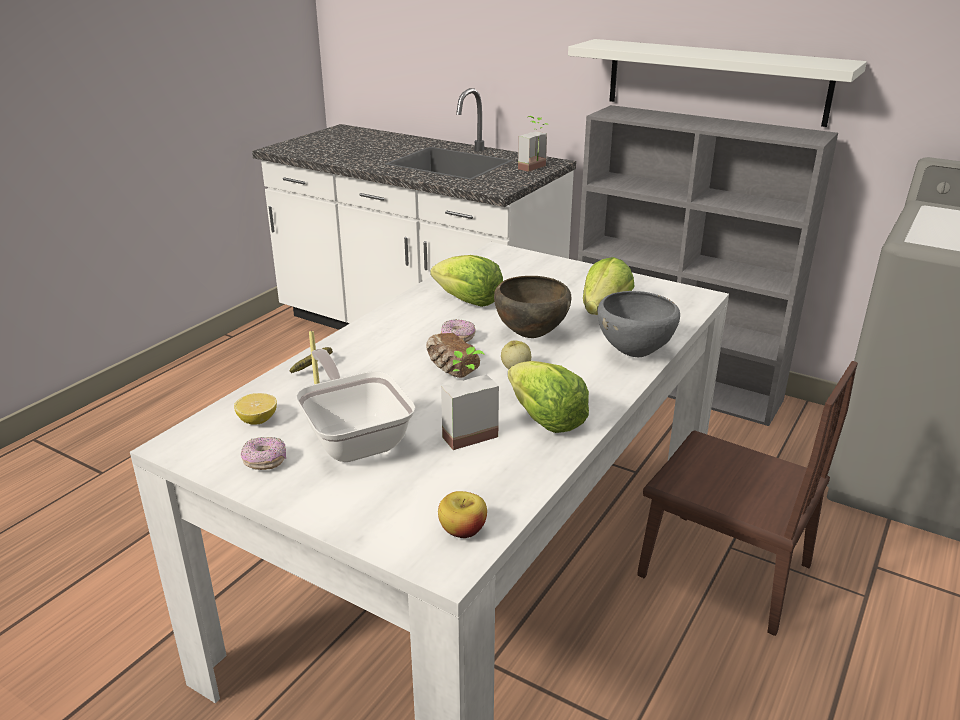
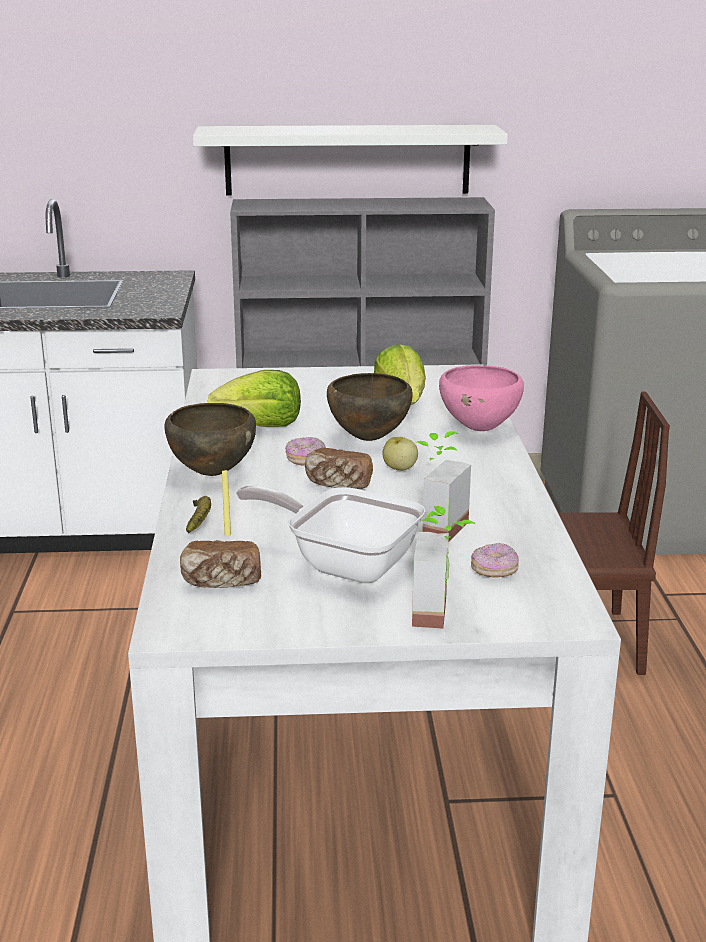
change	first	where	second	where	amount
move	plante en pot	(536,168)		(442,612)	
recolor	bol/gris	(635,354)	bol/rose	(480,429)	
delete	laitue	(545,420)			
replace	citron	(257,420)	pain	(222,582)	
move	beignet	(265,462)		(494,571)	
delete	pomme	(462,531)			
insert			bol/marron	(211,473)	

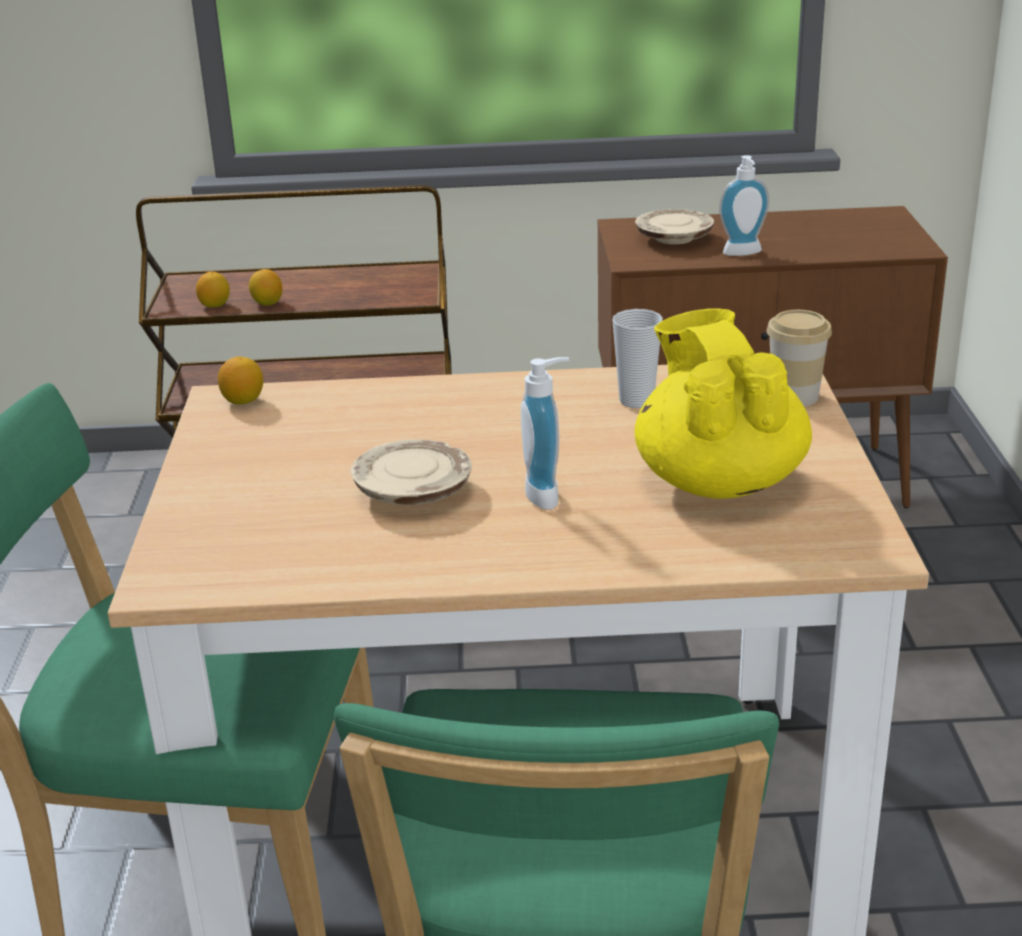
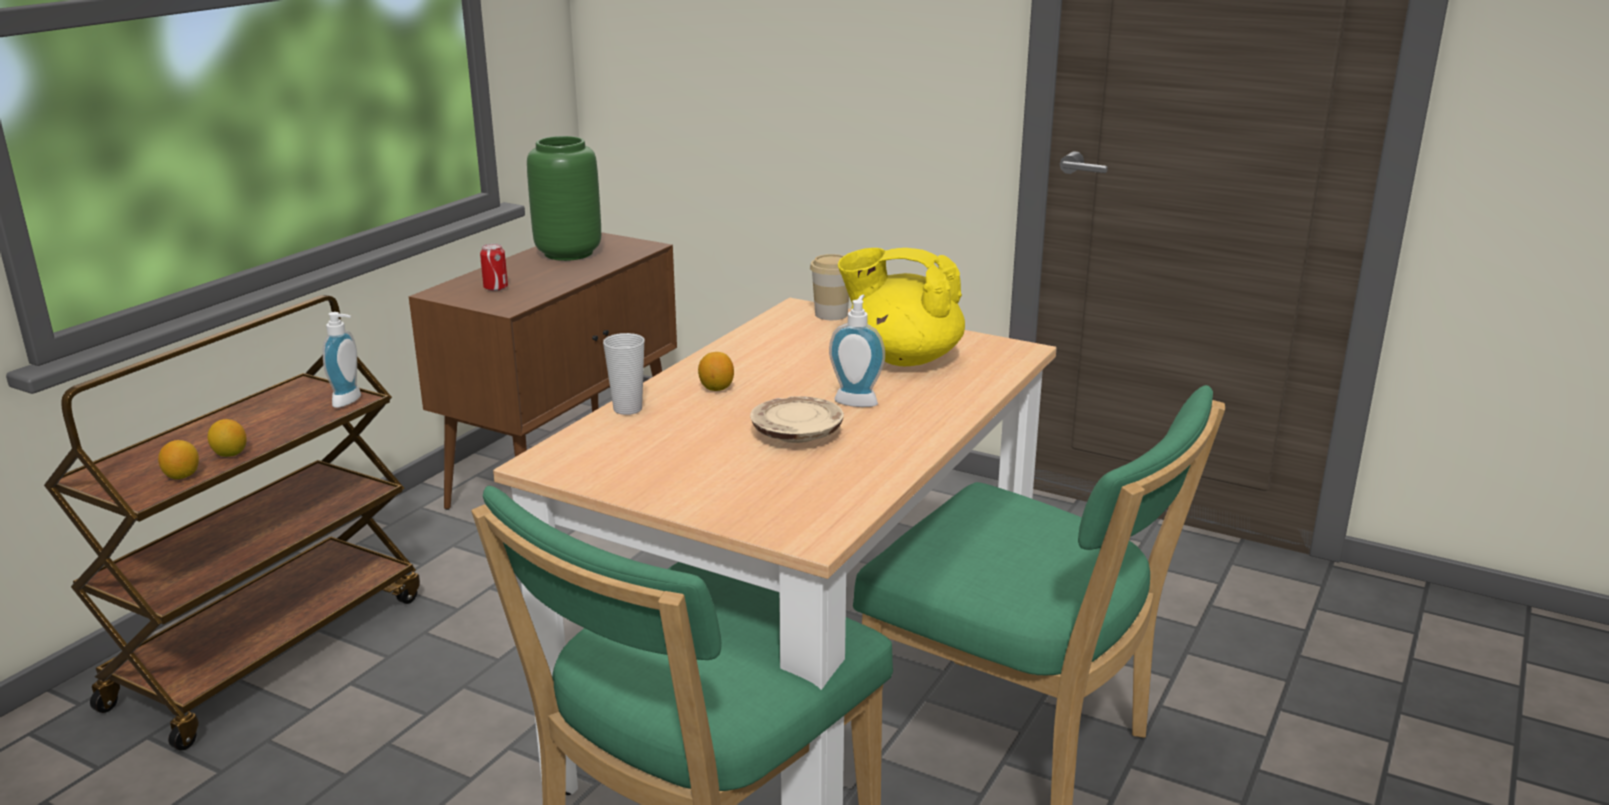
change	first	where	second	where	amount
move	distributeur de savon	(743,253)		(350,401)	
replace	assiette/beige	(673,238)	boîte métallique	(496,288)	
move	tasse	(636,401)		(628,409)	
move	citron	(243,401)		(716,388)	
insert			vase/vert	(567,254)	

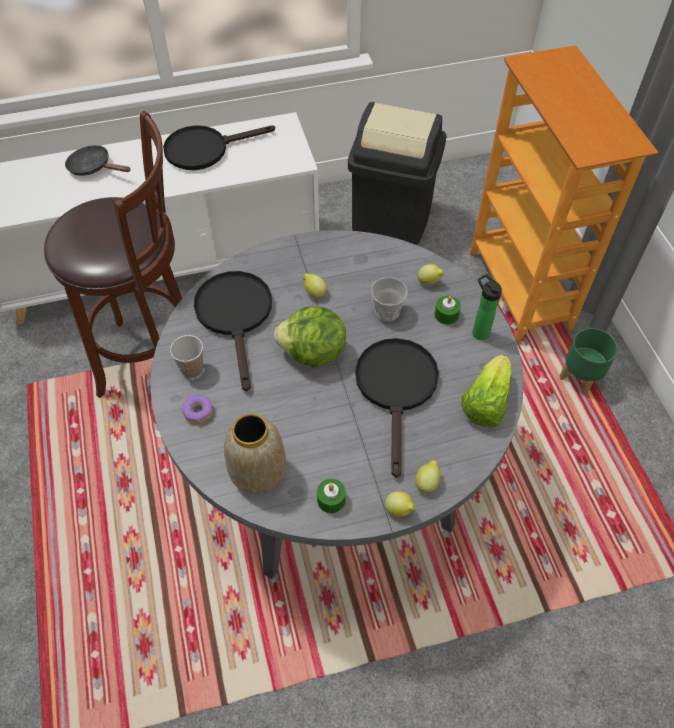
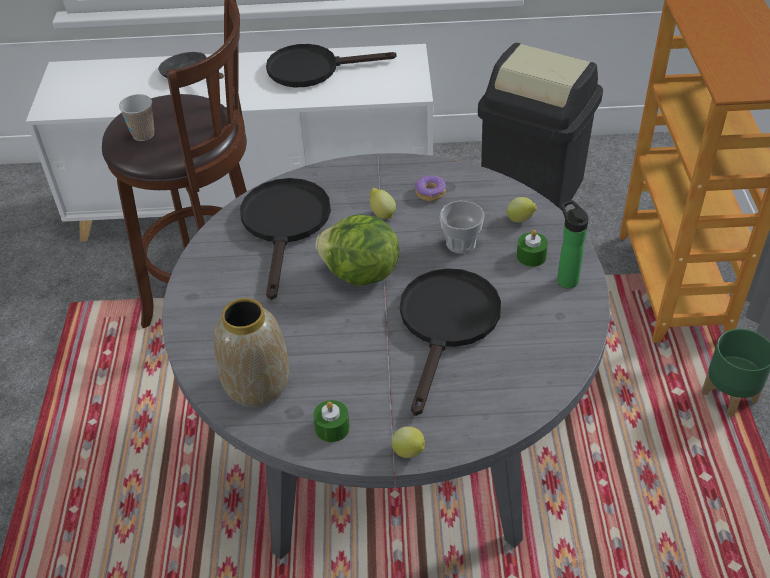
change	first	where	second	where	amount
move	tasse	(192,369)		(143,134)	
delete	laitue	(485,403)			
move	beignet	(198,412)		(430,193)	
delete	citron	(427,482)			

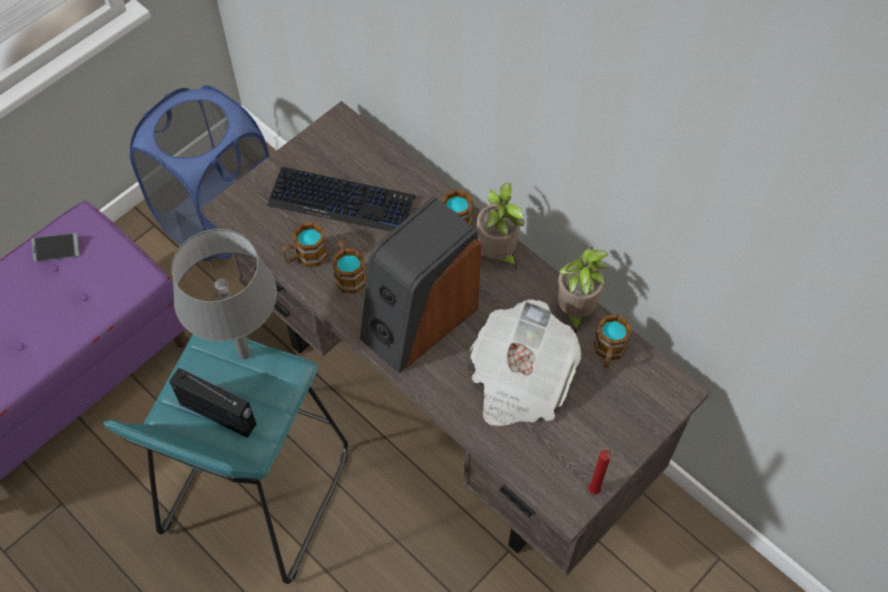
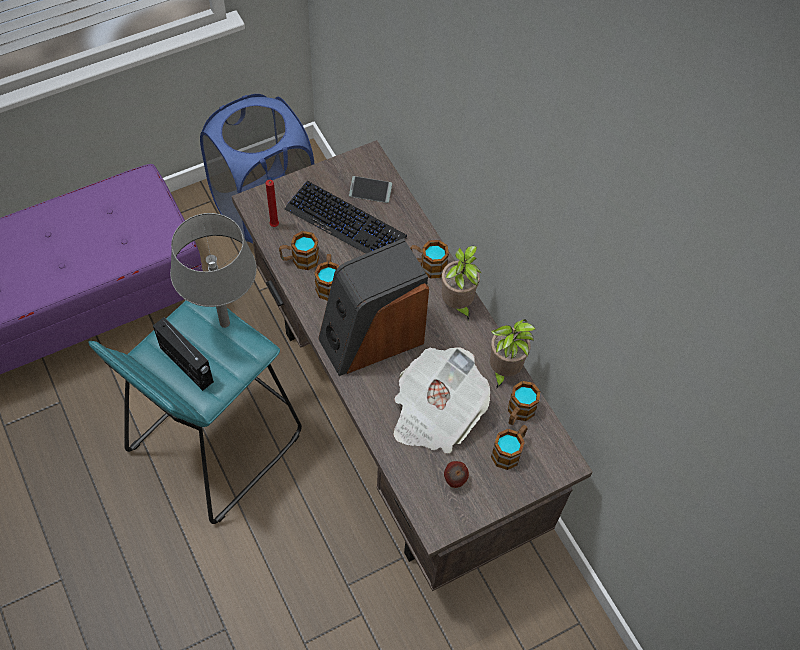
change	first	where	second	where	amount
move	téléphone	(57,250)		(370,192)	
move	bougie/rouge	(594,492)		(274,226)	
insert			mug	(509,451)	
insert			pomme	(454,480)	

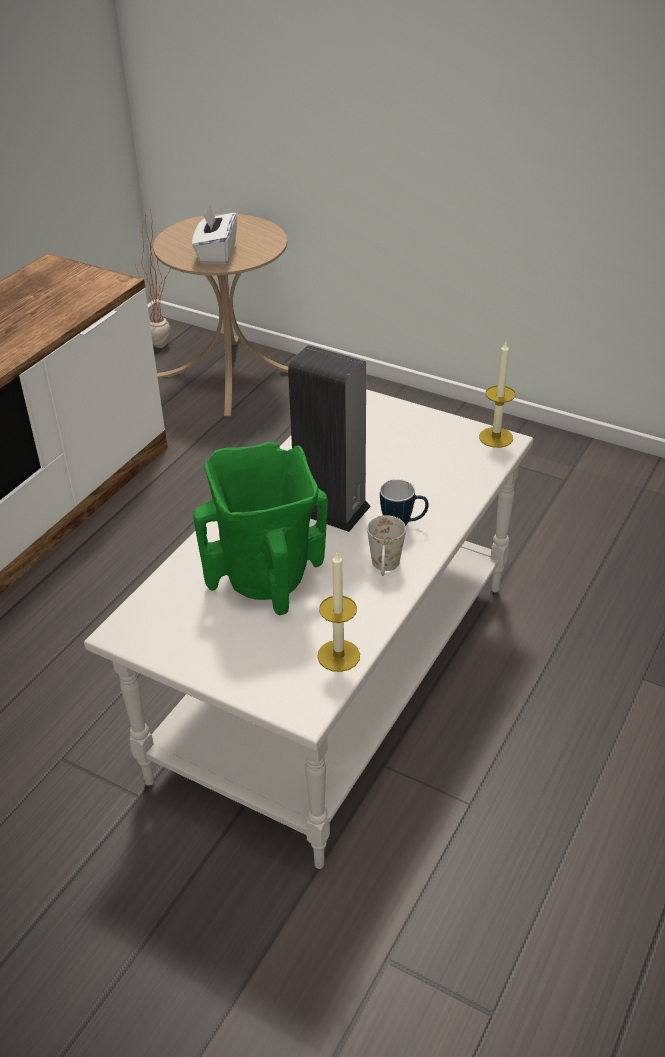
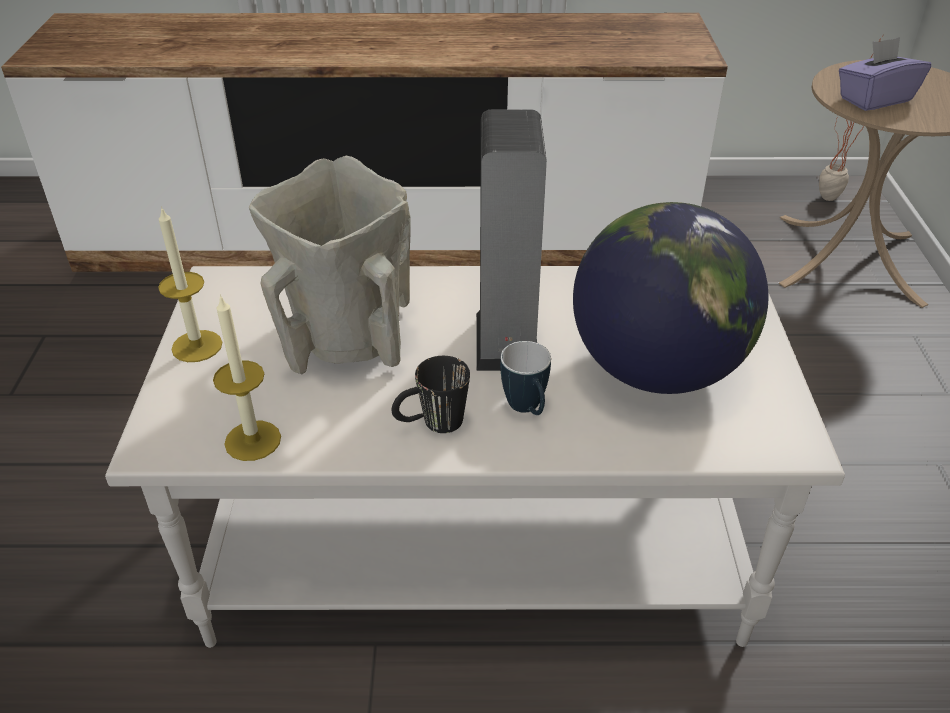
change	first	where	second	where	amount
recolor	boîte à mouchoirs/blanc	(216,253)	boîte à mouchoirs/violet	(874,99)	
move	bougie	(496,437)		(197,346)	
recolor	vase/vert	(266,581)	vase/beige	(346,341)	
recolor	mug/blanc	(385,568)	mug/noir	(431,424)	
insert			globe	(656,369)	

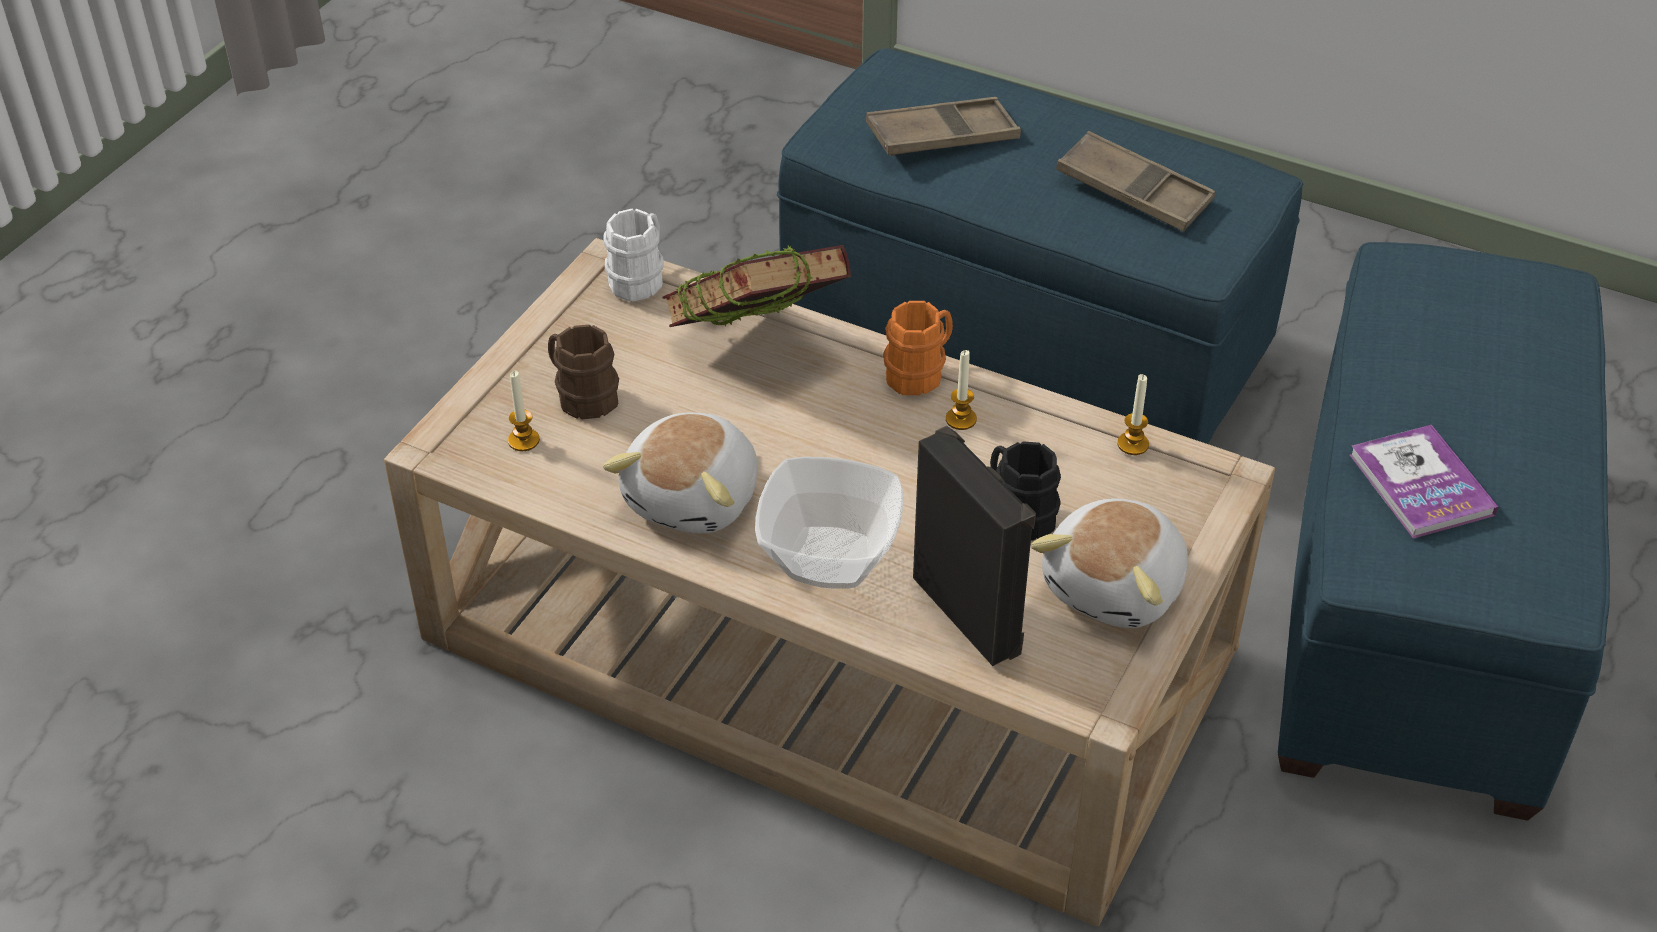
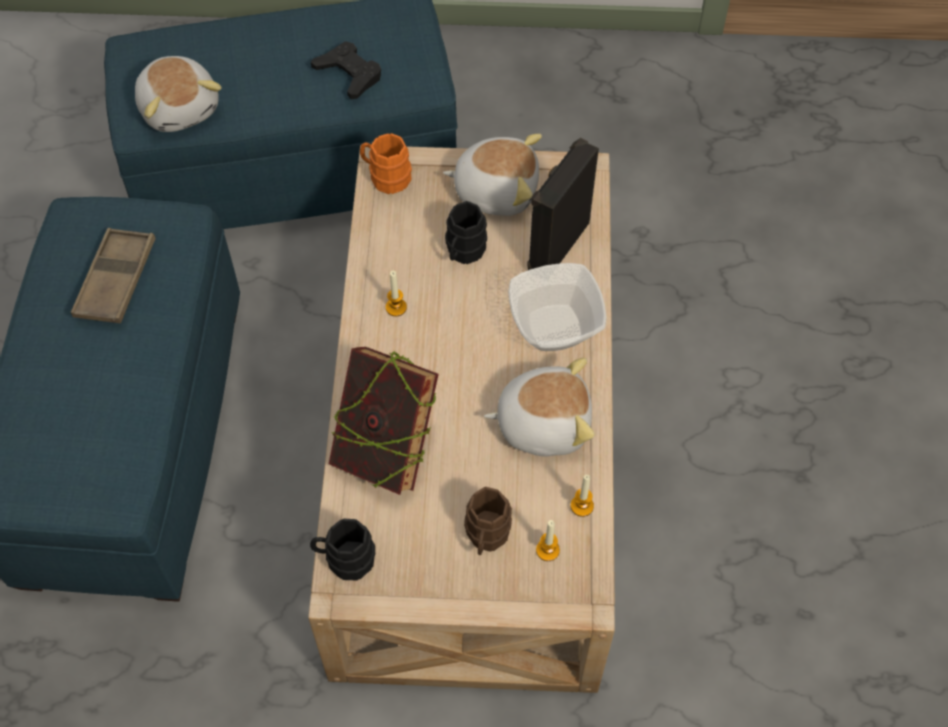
change	first	where	second	where	amount
delete	plateau/marron	(942,136)			
recolor	mug/blanc	(640,278)	mug/noir	(345,559)	
move	mug/orange	(920,372)		(385,177)	
move	bougie	(1133,444)		(582,506)	
replace	livre	(1421,484)	manette/noir	(349,74)	
insert			peluche	(180,107)	

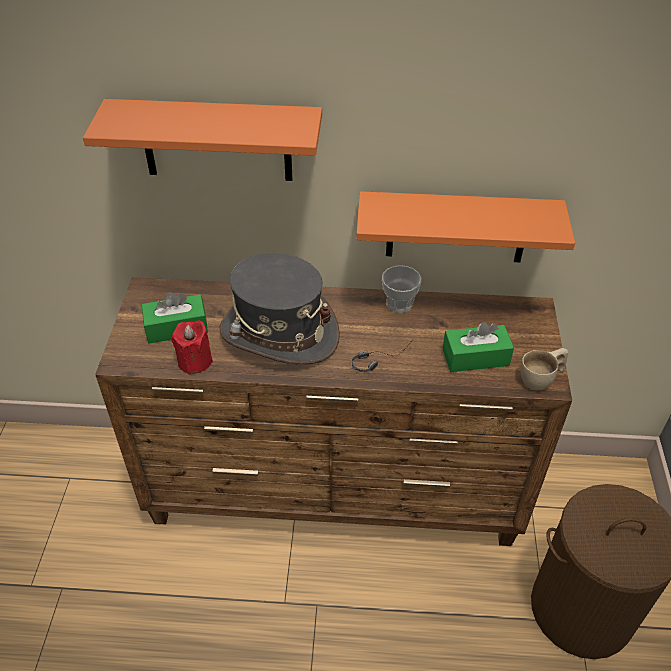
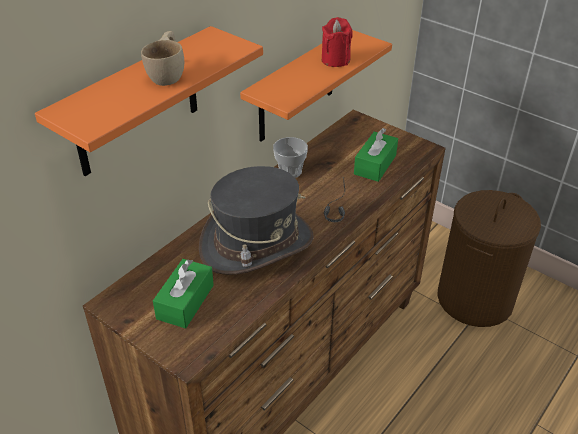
change	first	where	second	where	amount
move	bougie/rouge	(195,361)		(335,60)	
move	tasse/beige	(542,379)		(168,74)	

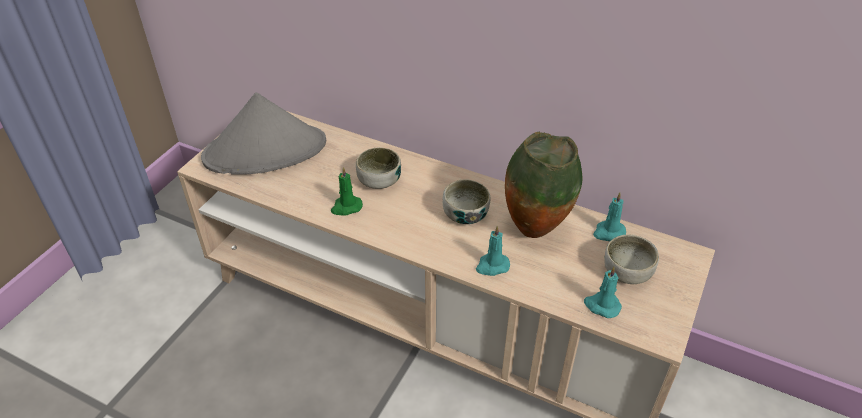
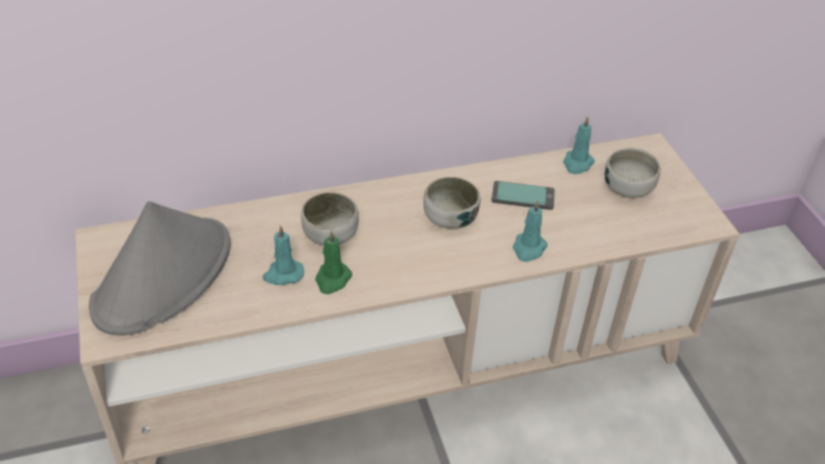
change	first	where	second	where	amount
replace	vase	(535,230)	téléphone	(522,196)	
move	bougie/turquoise	(601,305)		(283,274)	

